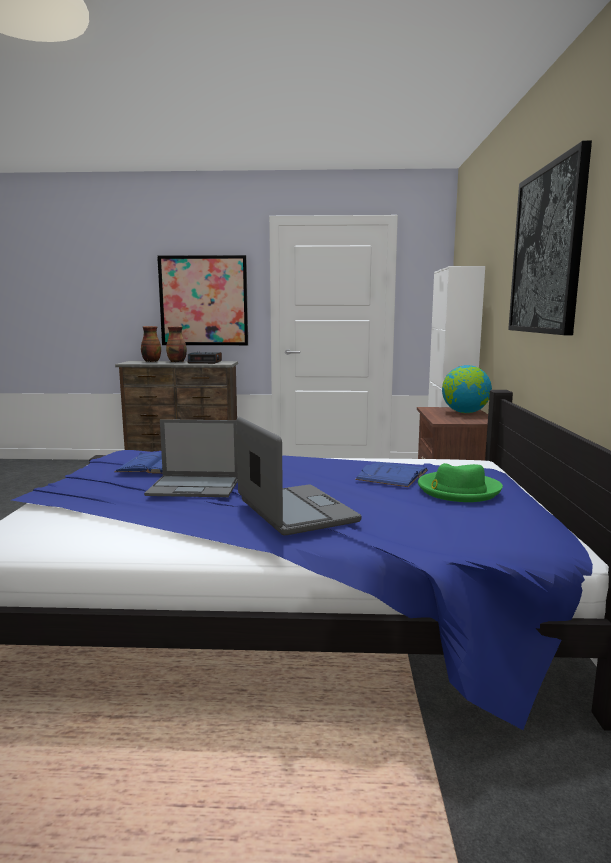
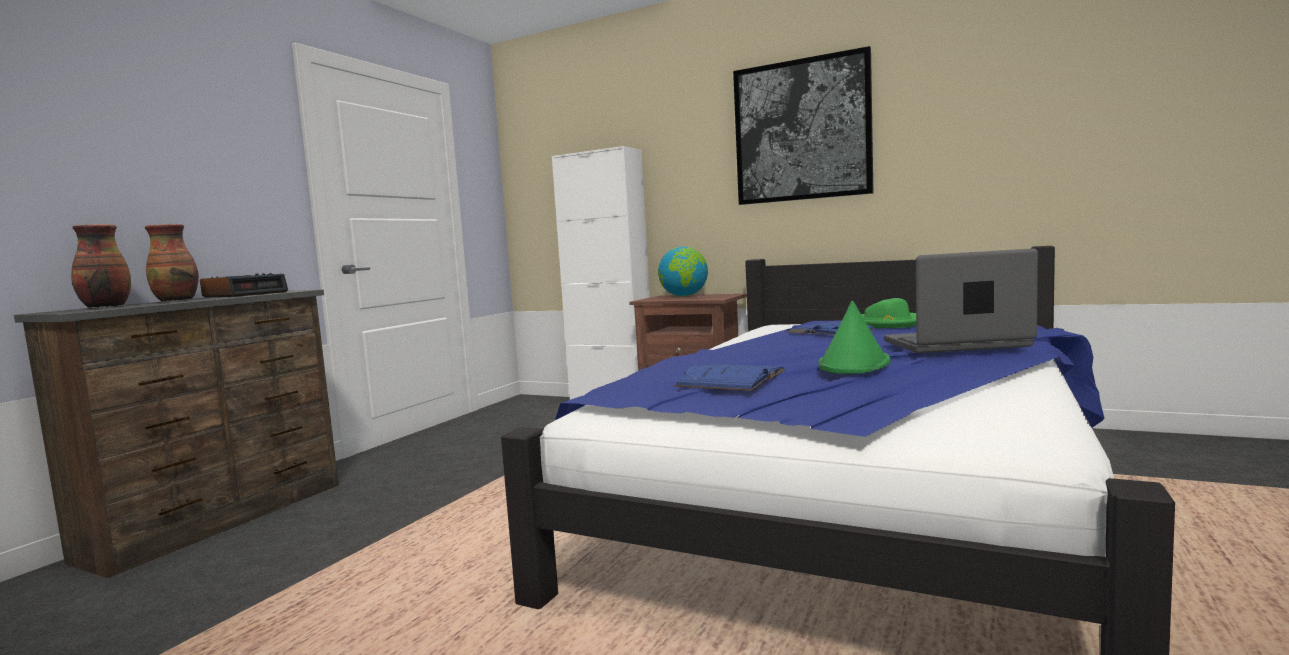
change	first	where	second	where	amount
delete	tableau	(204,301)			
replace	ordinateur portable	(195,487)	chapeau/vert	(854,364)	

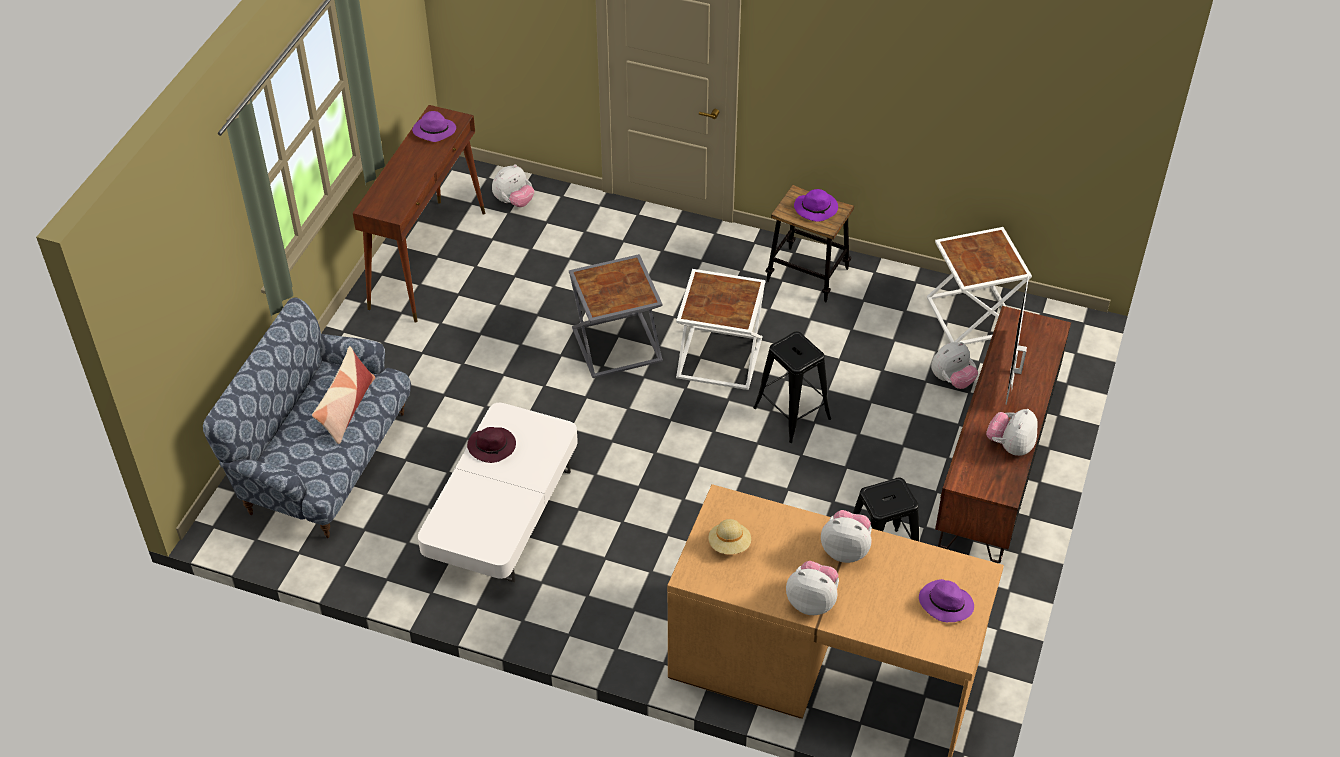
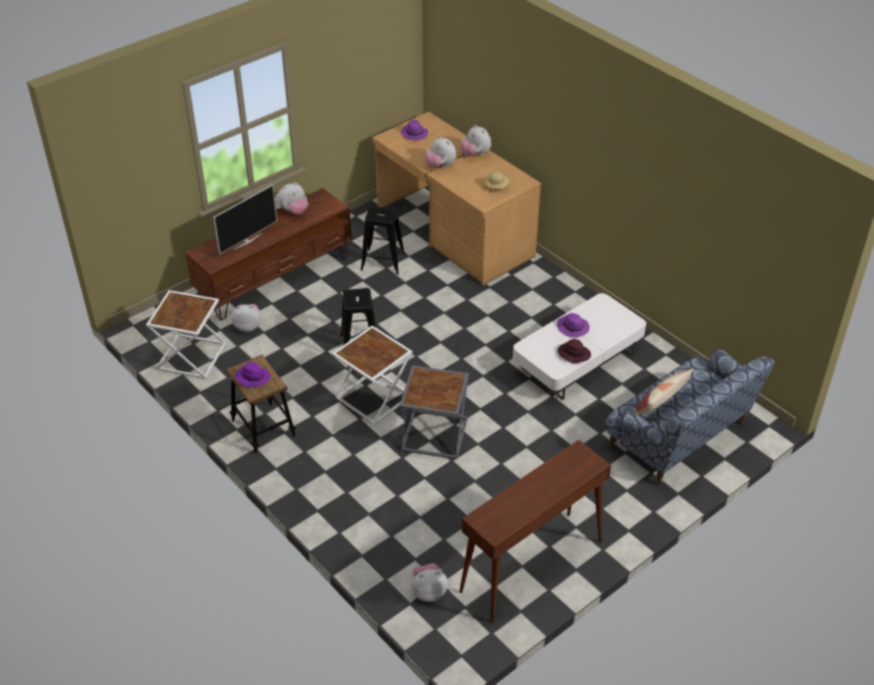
change	first	where	second	where	amount
move	chapeau/violet	(433,131)		(573,328)	

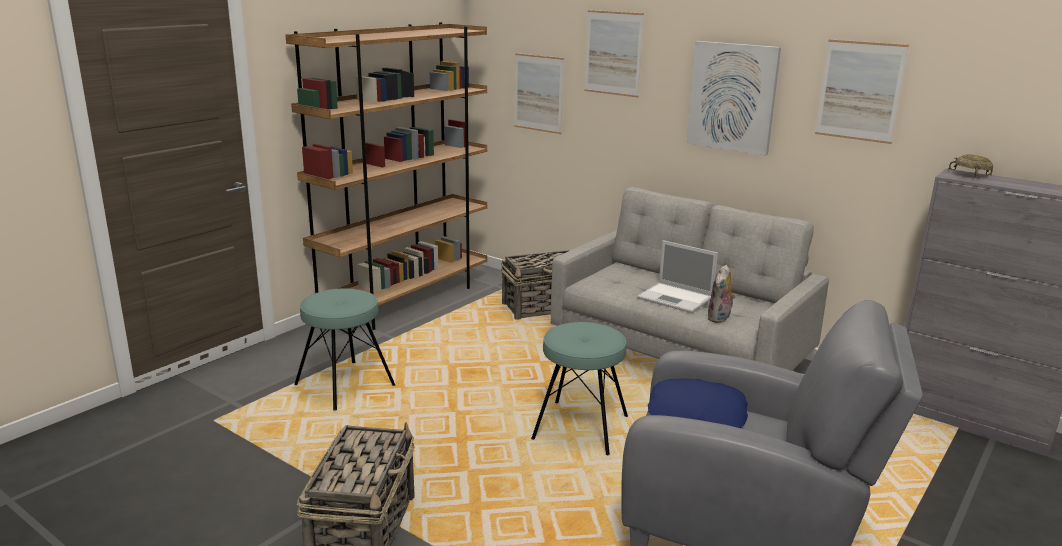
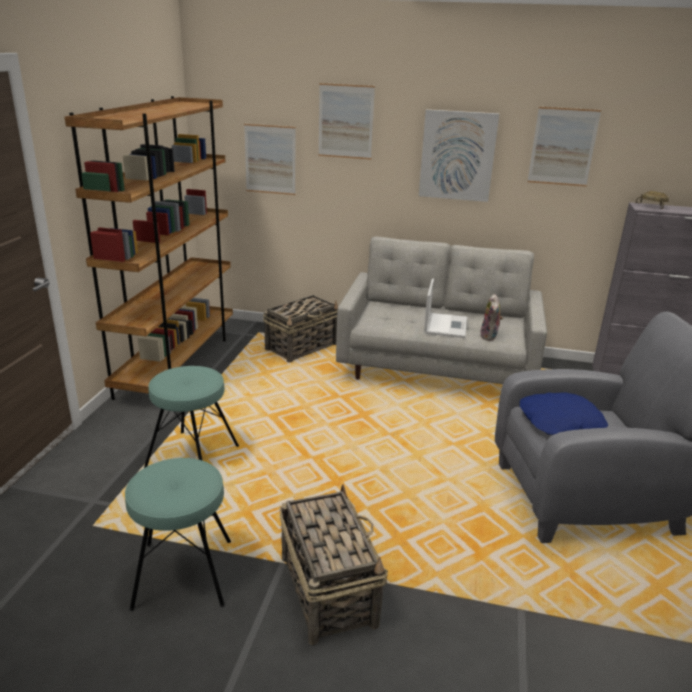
change	first	where	second	where	amount
rotate	ordinateur portable	(676,298)		(445,325)	90 degrees counterclockwise
move	tabouret/turquoise	(580,428)		(183,574)	

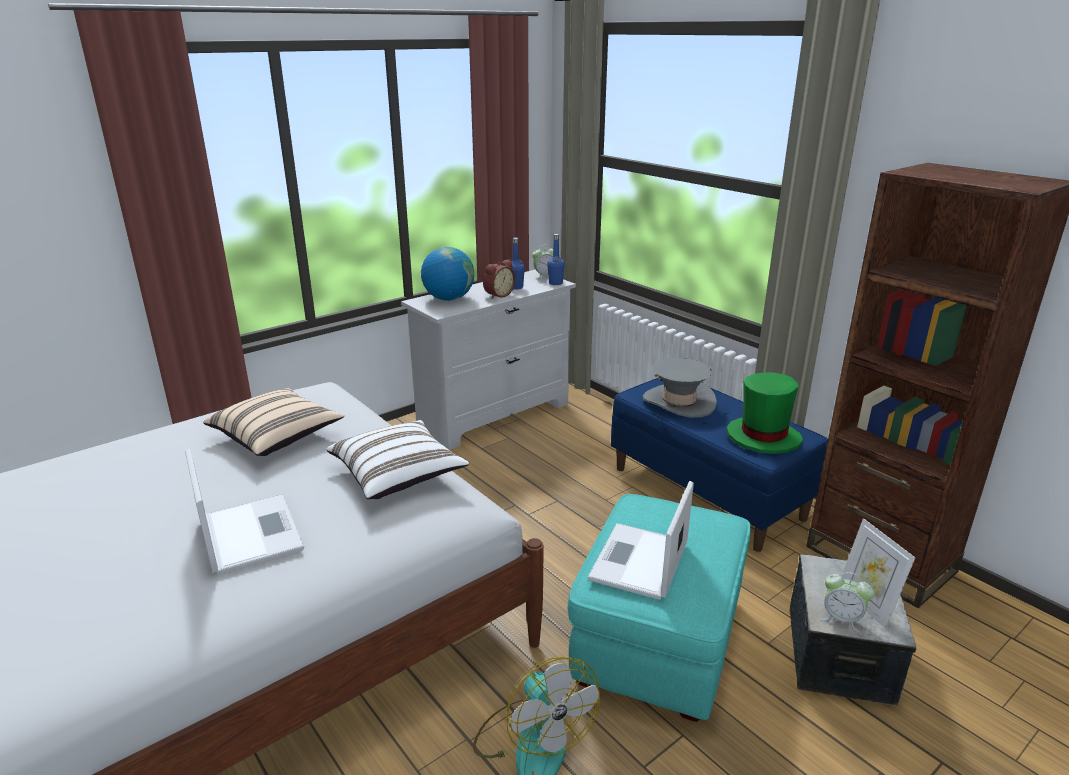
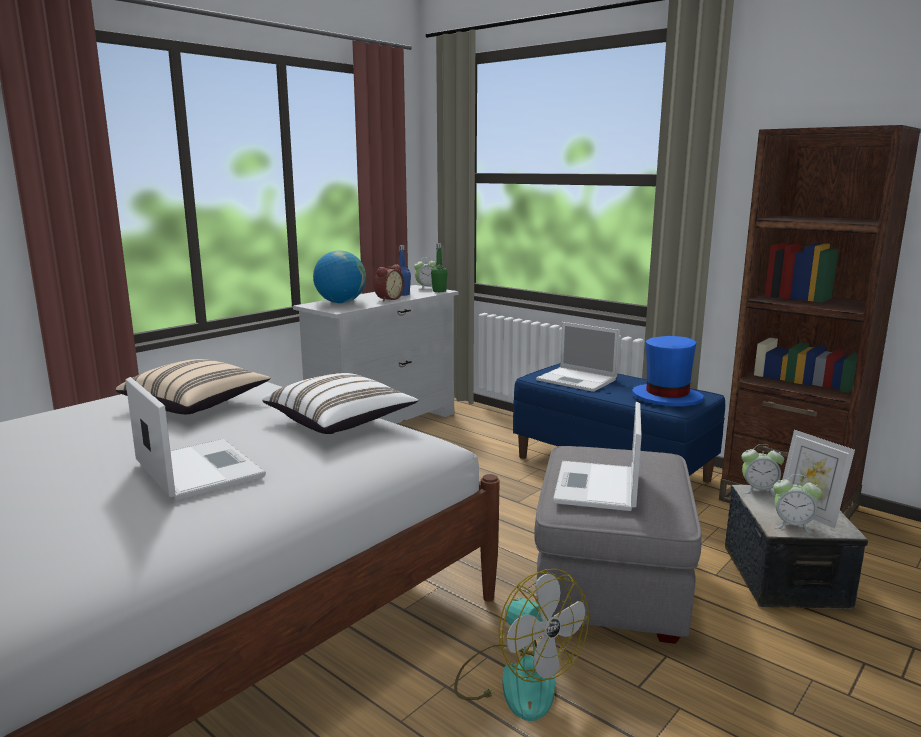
change	first	where	second	where	amount
recolor	bouteille/bleu	(555,283)	bouteille/vert	(439,291)	
replace	chapeau/gris	(679,402)	ordinateur portable	(578,380)	
recolor	chapeau/vert	(763,437)	chapeau/bleu	(667,398)	
recolor	pouf/turquoise	(657,641)	pouf/gris	(611,583)	
insert			réveil	(758,490)	

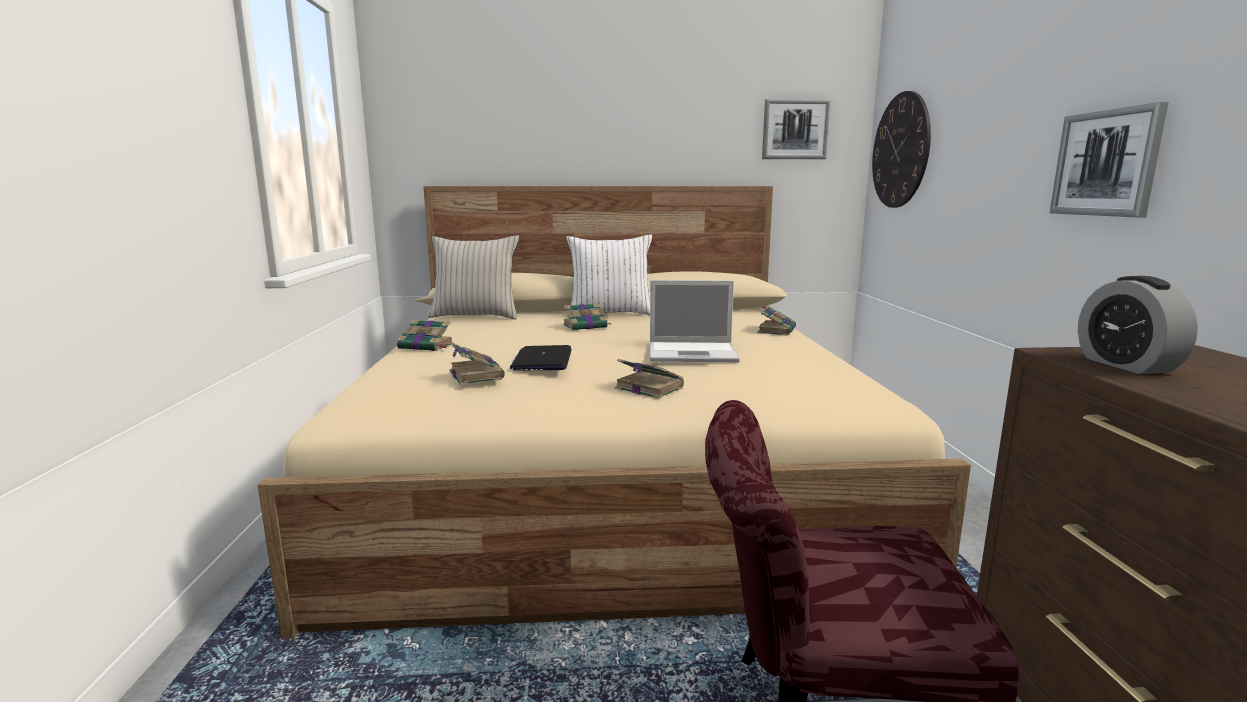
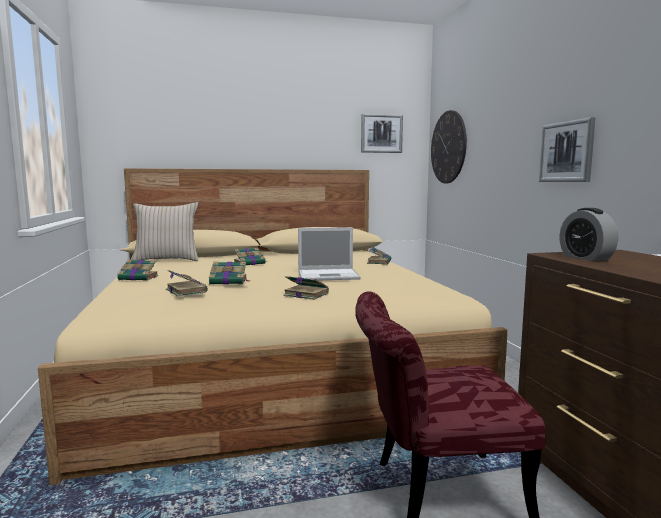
change	first	where	second	where	amount
delete	coussin/blanc	(610,314)			
replace	ordinateur portable	(542,360)	livre	(229,281)	

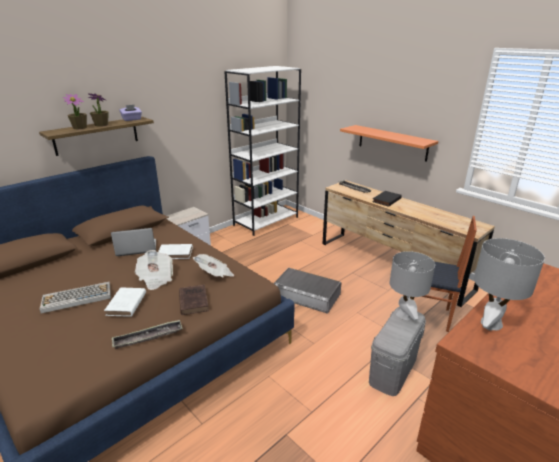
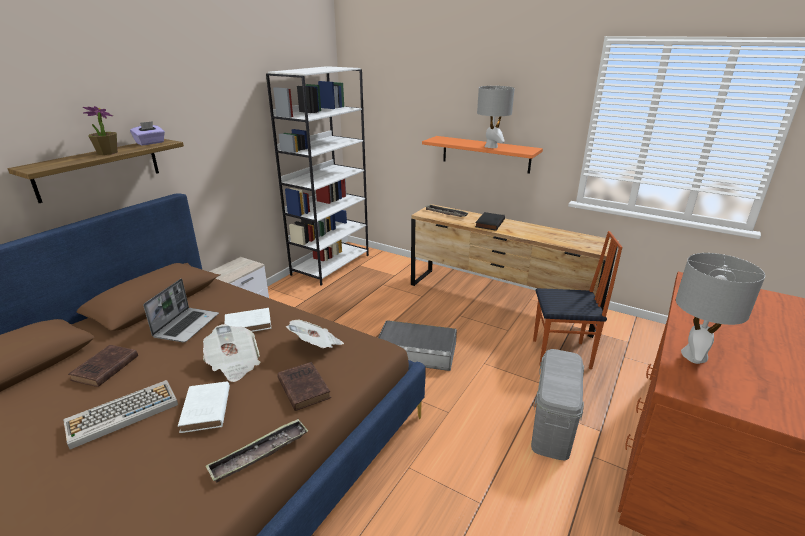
change	first	where	second	where	amount
delete	plante en pot	(79,128)			
rotate	ordinateur portable	(136,249)		(186,325)	135 degrees clockwise
move	lampe de table/gris	(404,315)		(491,146)	
insert			livre/marron	(104,369)	

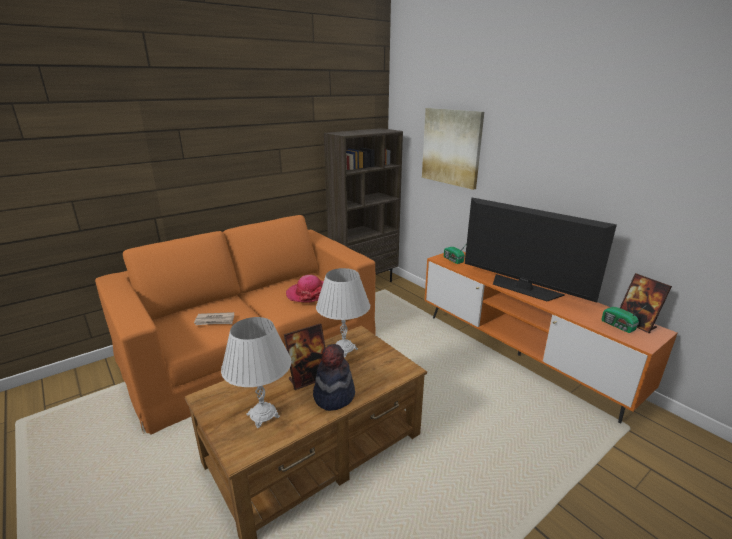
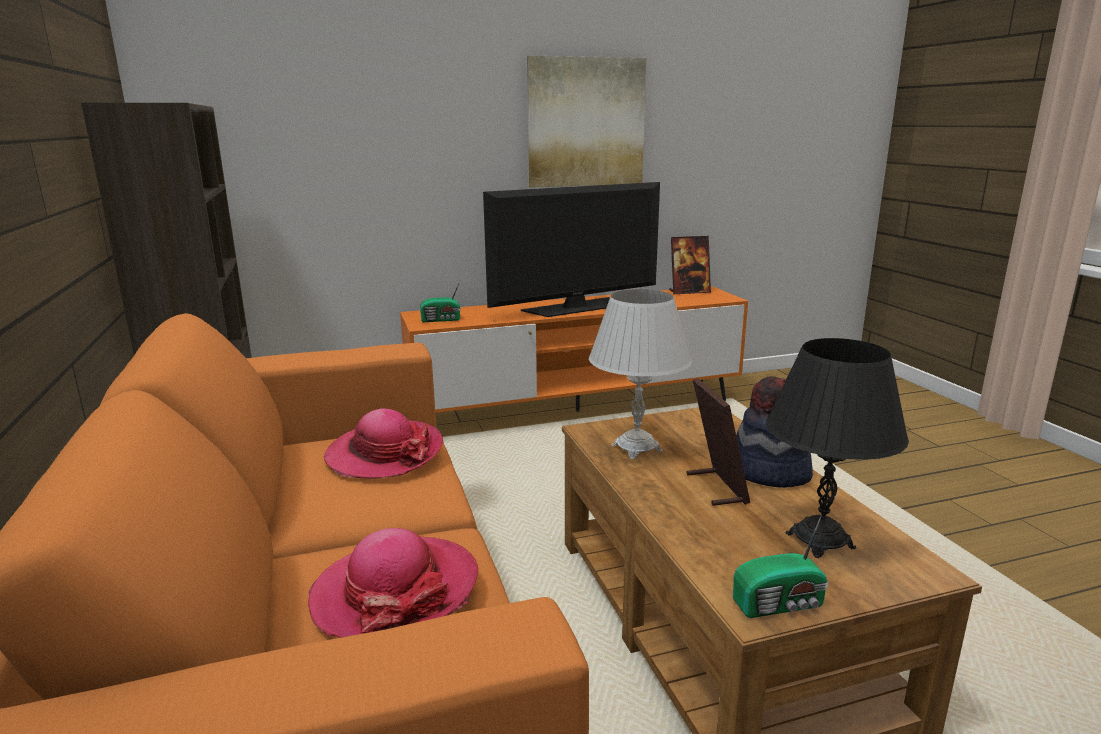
change	first	where	second	where	amount
move	tableau	(451,147)		(585,122)	
move	radio	(618,326)		(781,604)	
replace	journal	(215,320)	chapeau	(395,591)	
recolor	lampe de table/blanc	(263,415)	lampe de table/noir	(819,540)	

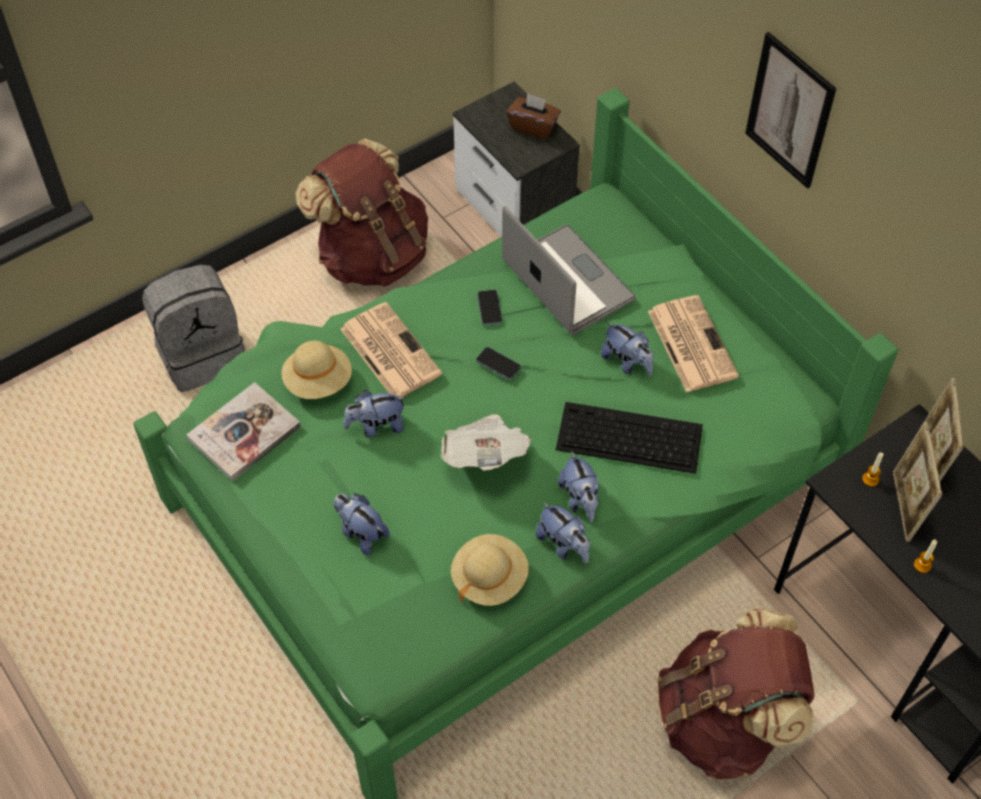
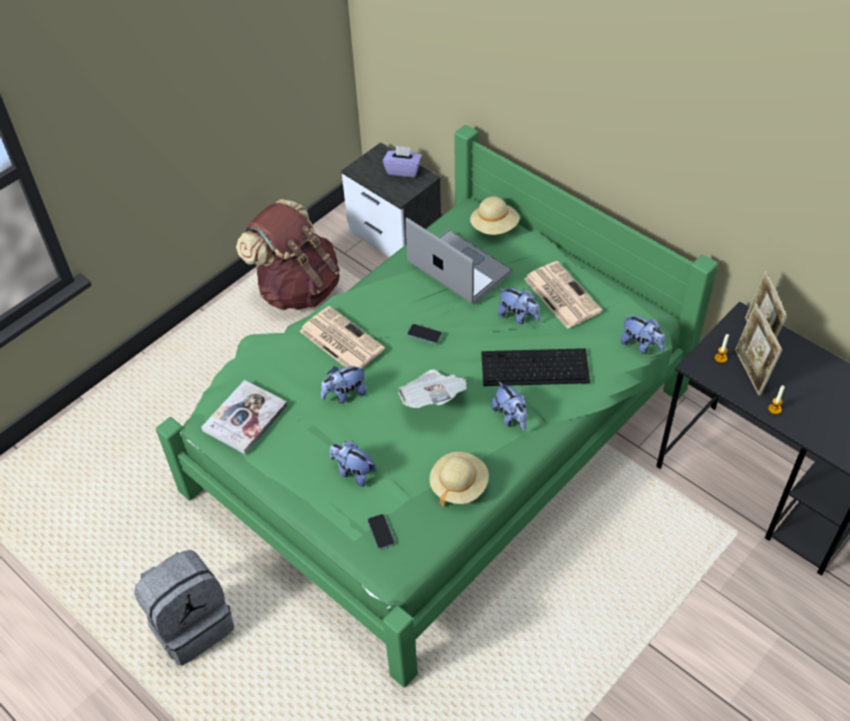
change	first	where	second	where	amount
delete	tableau	(789,111)			
recolor	boîte à mouchoirs/marron	(533,126)	boîte à mouchoirs/violet	(403,170)	
move	sac à dos/gris	(202,354)		(191,624)	
move	téléphone	(489,308)		(381,532)	
move	chapeau/beige	(318,381)		(494,227)	
move	peluche	(563,545)		(641,345)	
delete	sac à dos/marron	(724,721)			

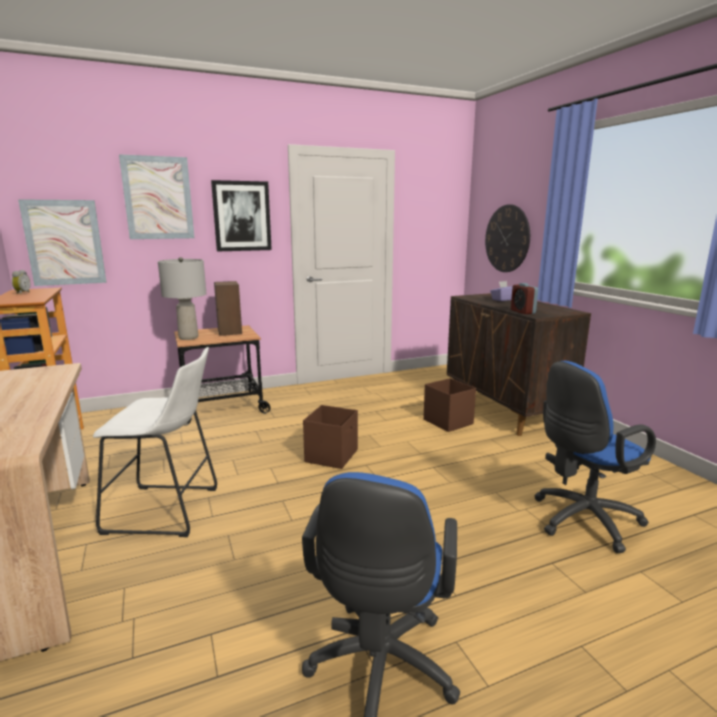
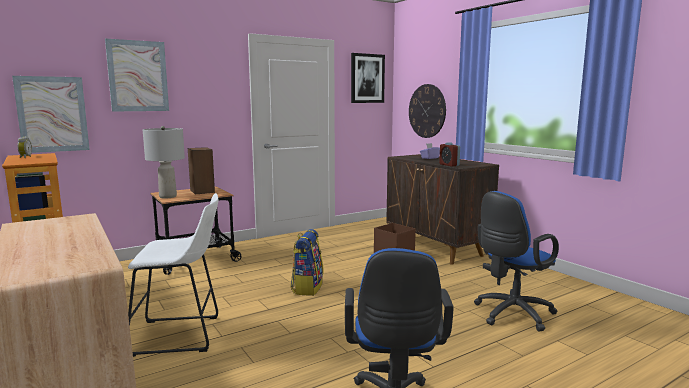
change	first	where	second	where	amount
move	tableau	(242,216)		(367,78)	
replace	boîte de rangement/marron	(332,456)	sac à dos	(307,287)	

